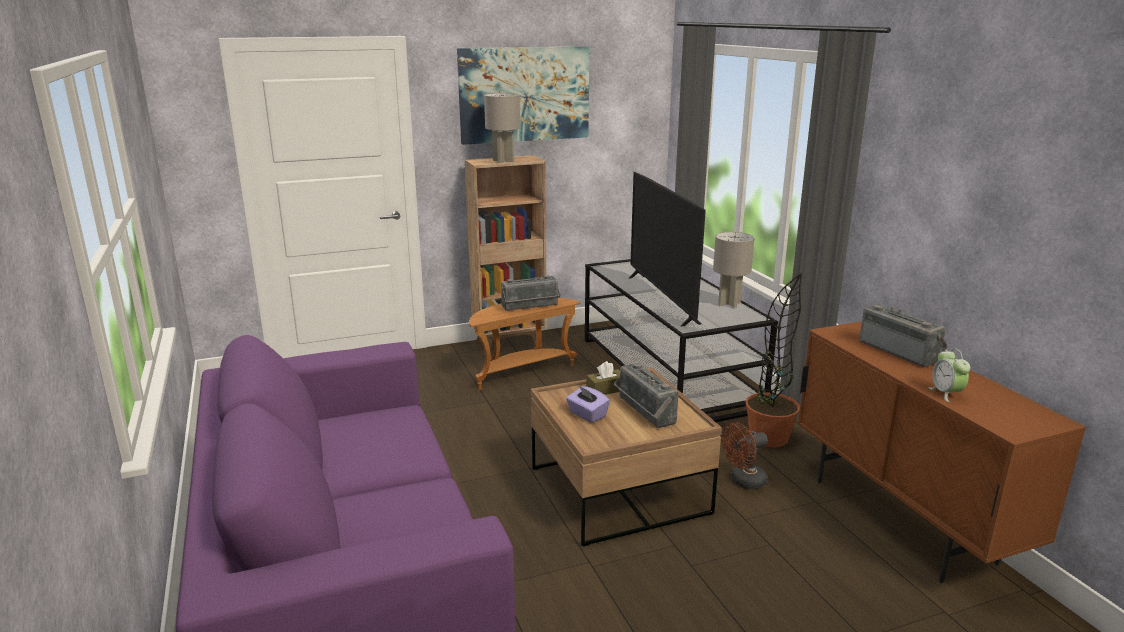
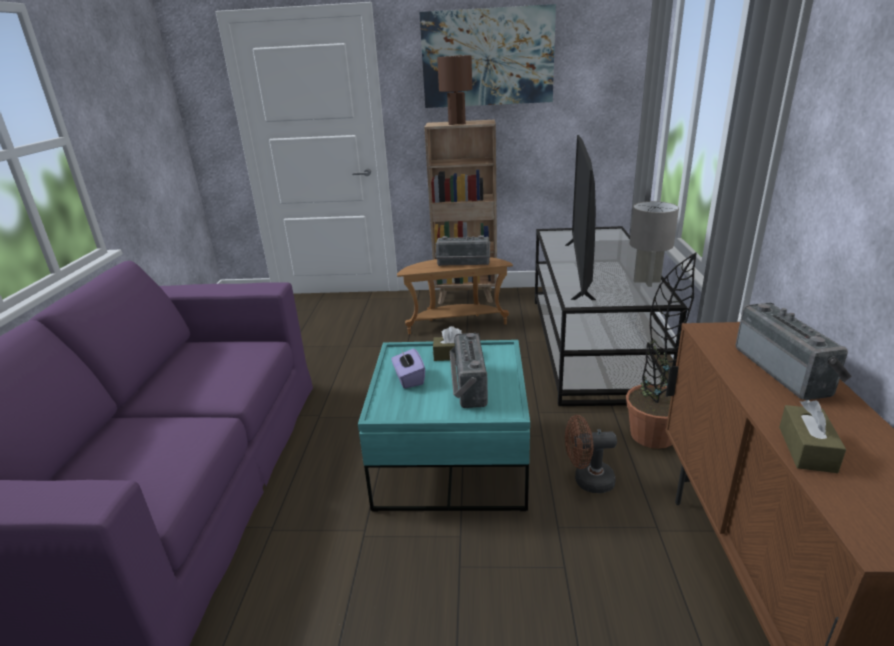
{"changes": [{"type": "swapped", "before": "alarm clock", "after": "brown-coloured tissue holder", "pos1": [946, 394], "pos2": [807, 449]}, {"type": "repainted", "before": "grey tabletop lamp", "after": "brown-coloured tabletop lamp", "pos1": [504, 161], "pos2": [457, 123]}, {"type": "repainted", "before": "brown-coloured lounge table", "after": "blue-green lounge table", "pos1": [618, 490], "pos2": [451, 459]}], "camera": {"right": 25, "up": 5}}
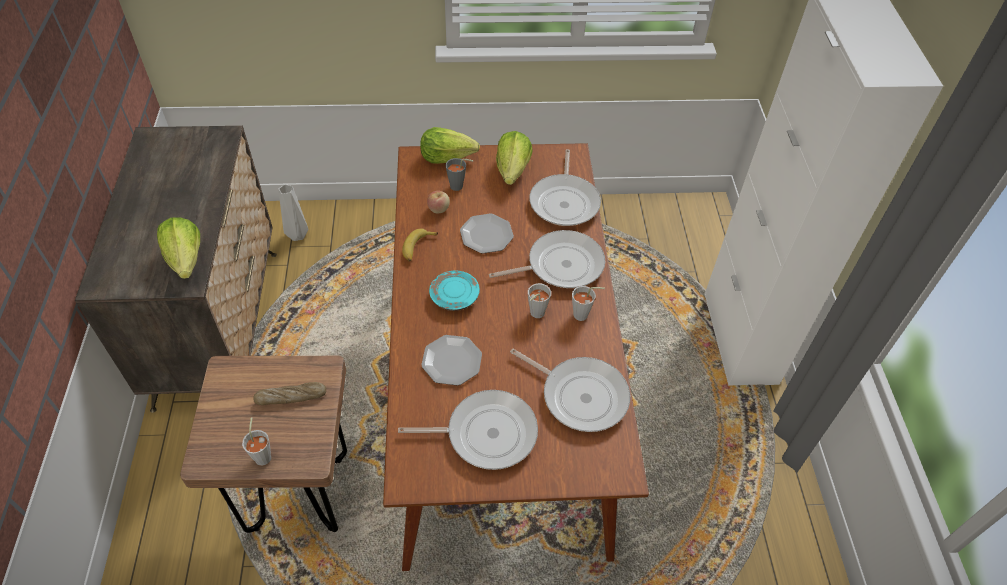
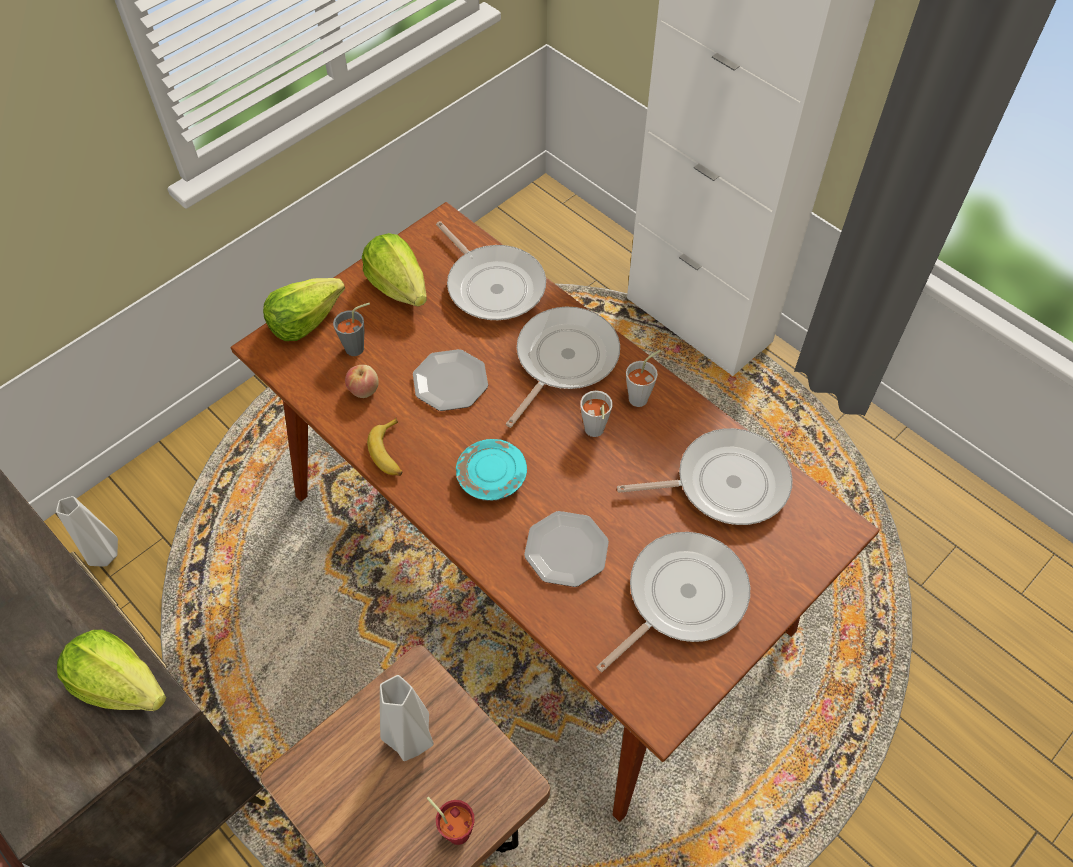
{"changes": [{"type": "swapped", "before": "bakery bread", "after": "grey vase", "pos1": [291, 397], "pos2": [412, 738]}, {"type": "repainted", "before": "grey drinking cup", "after": "red-coloured drinking cup", "pos1": [263, 454], "pos2": [454, 828]}], "camera": {"right": -40, "up": 5}}
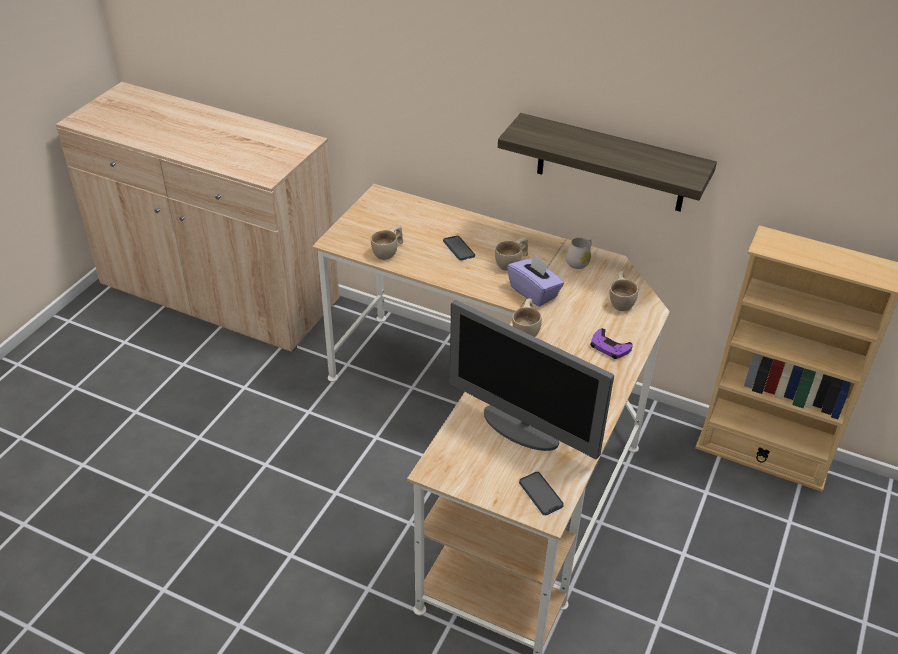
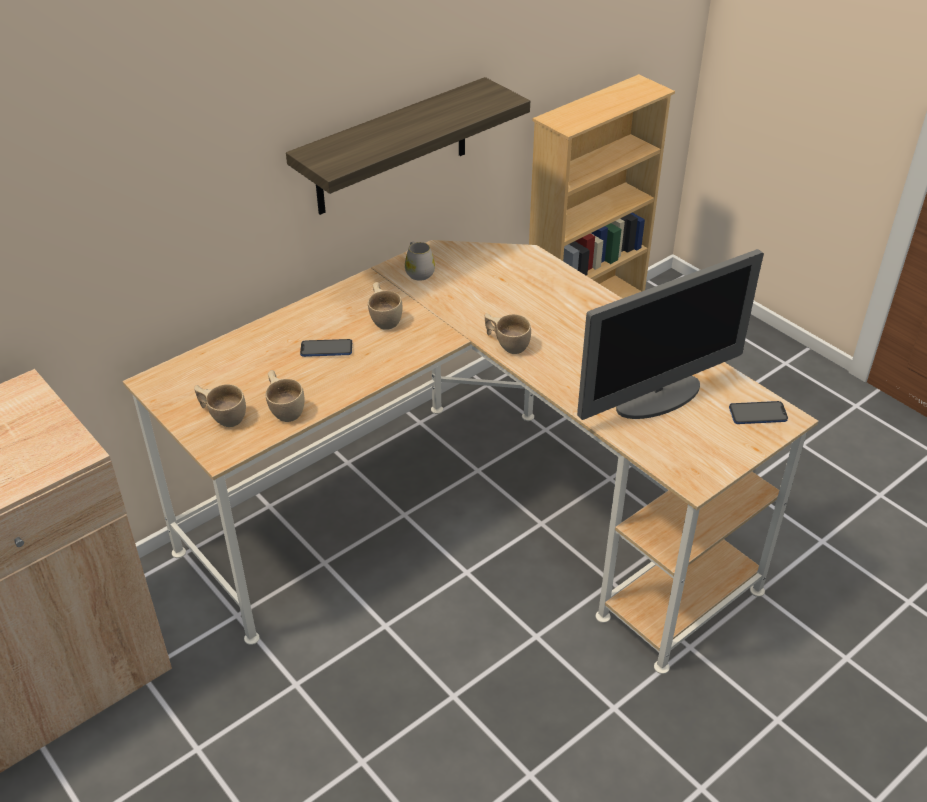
{"changes": [{"type": "gone", "before": "purple-coloured tissue holder", "pos1": [534, 292]}, {"type": "gone", "before": "purple-coloured gamepad", "pos1": [609, 347]}, {"type": "shifted", "before": "beige-coloured drinking cup", "pos1": [621, 301], "pos2": [222, 416]}], "camera": {"right": -65, "up": 0}}
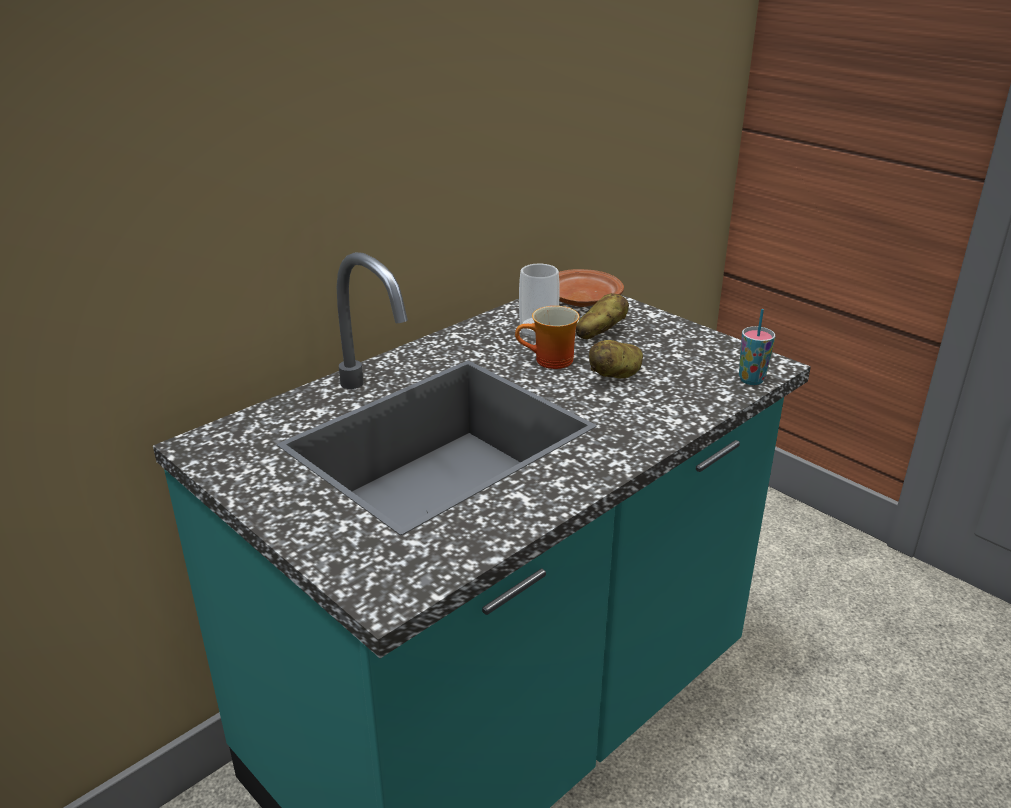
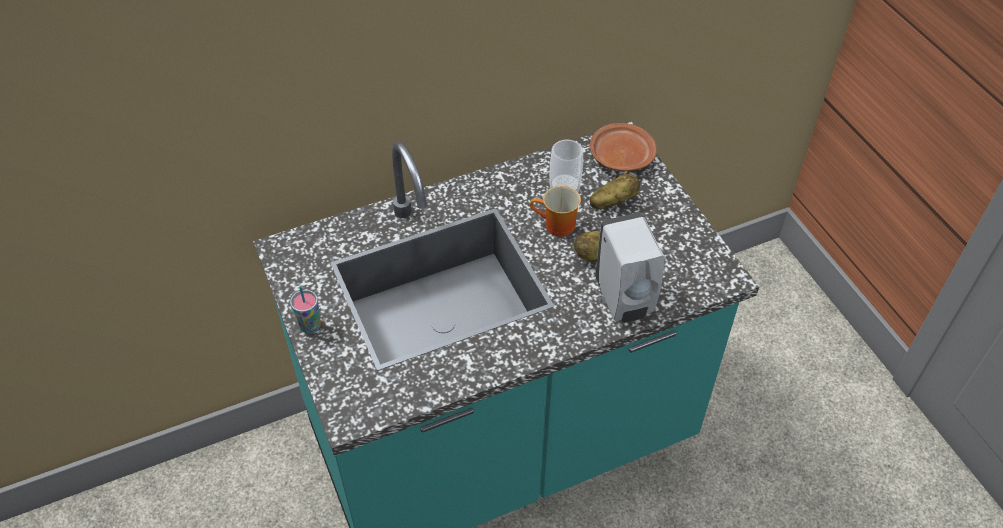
{"changes": [{"type": "new", "after": "whitish liquid soap bottle", "pos2": [624, 301]}, {"type": "shifted", "before": "drinking cup", "pos1": [751, 380], "pos2": [310, 326]}], "camera": {"right": 20, "up": 20}}
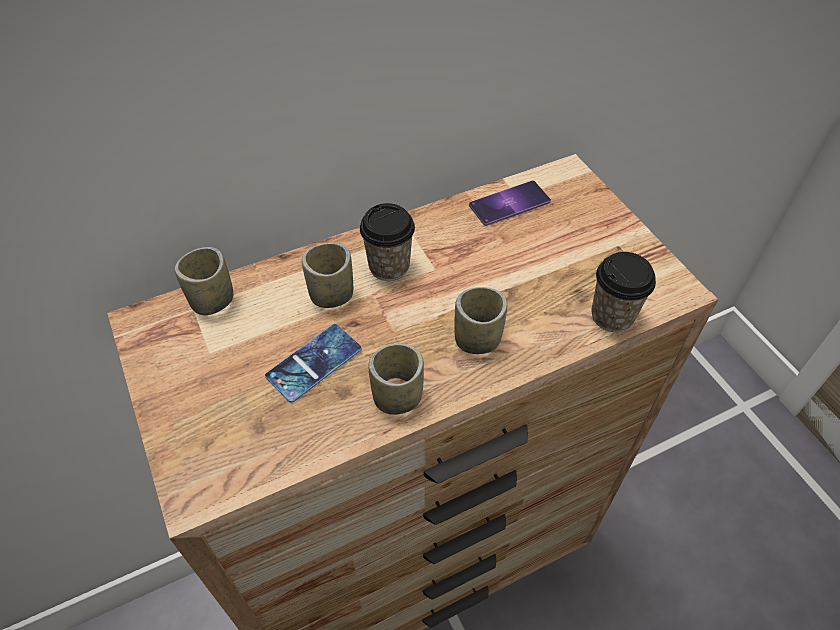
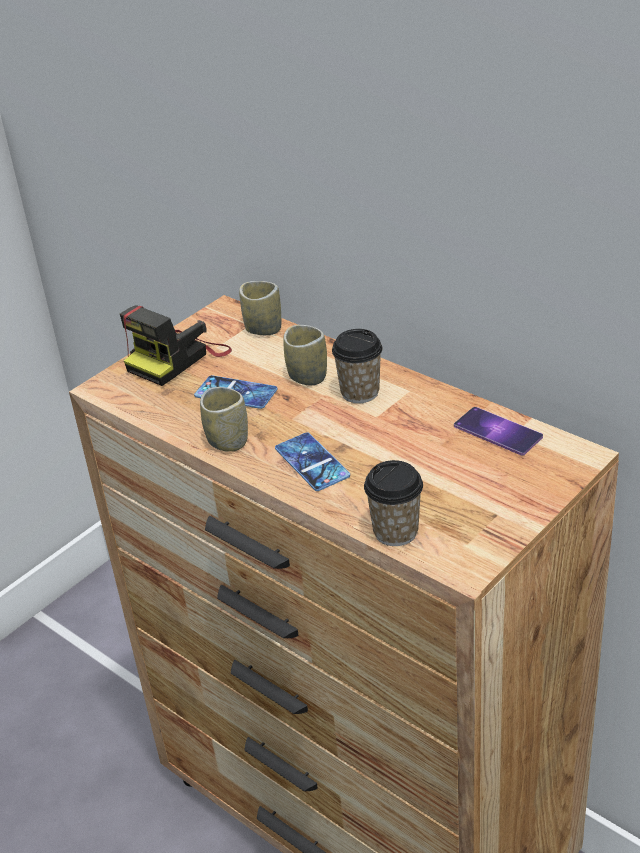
{"changes": [{"type": "new", "after": "still camera", "pos2": [177, 358]}, {"type": "swapped", "before": "drinking cup", "after": "telephone", "pos1": [477, 339], "pos2": [312, 462]}], "camera": {"right": 70, "up": -15}}
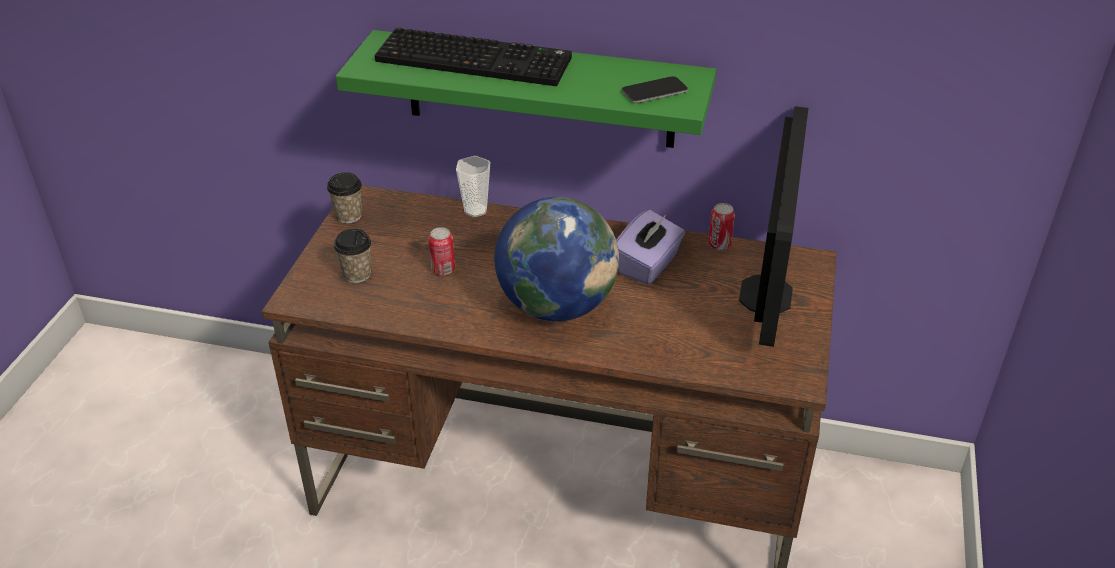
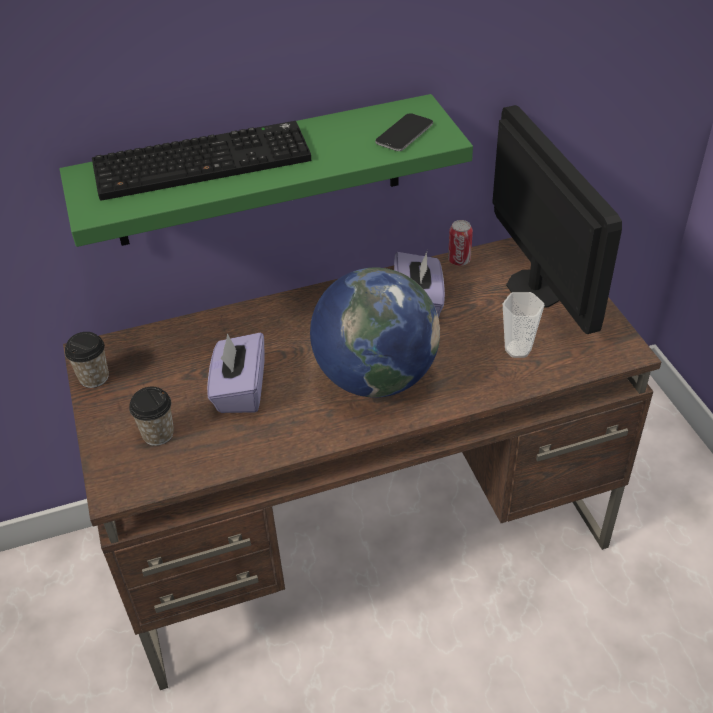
{"changes": [{"type": "shifted", "before": "drinking cup", "pos1": [475, 210], "pos2": [518, 349]}, {"type": "swapped", "before": "can", "after": "purple-coloured tissue holder", "pos1": [443, 270], "pos2": [240, 390]}], "camera": {"right": -30, "up": 5}}
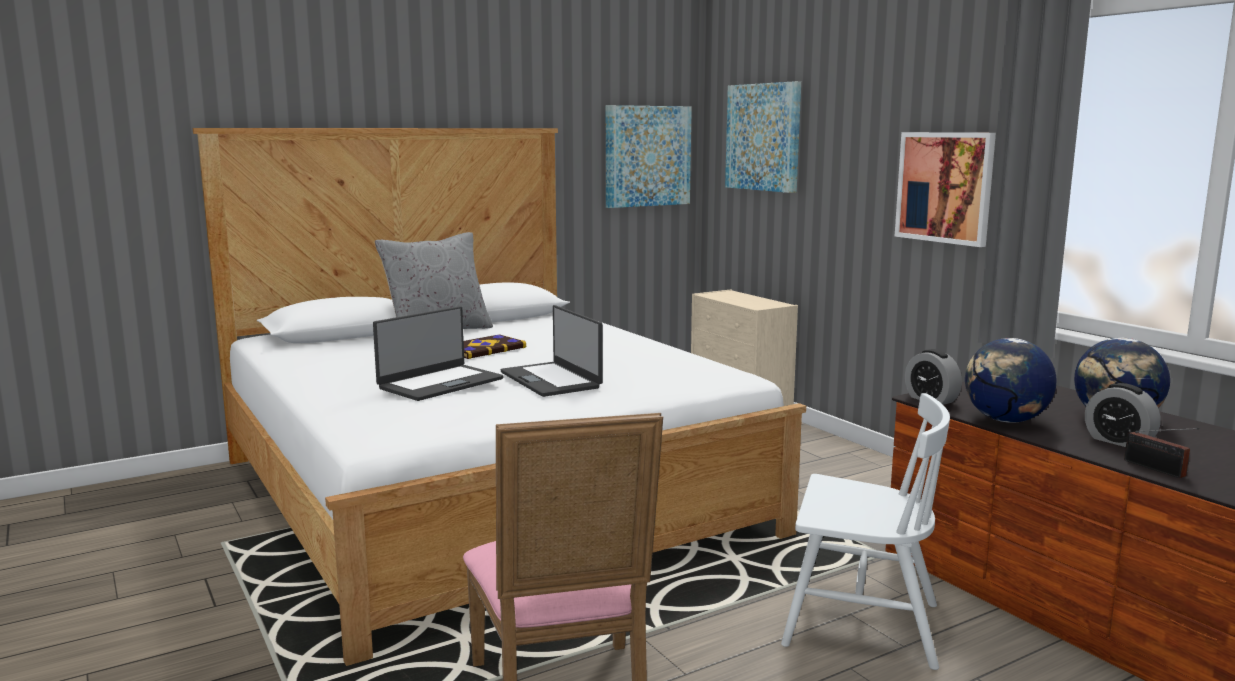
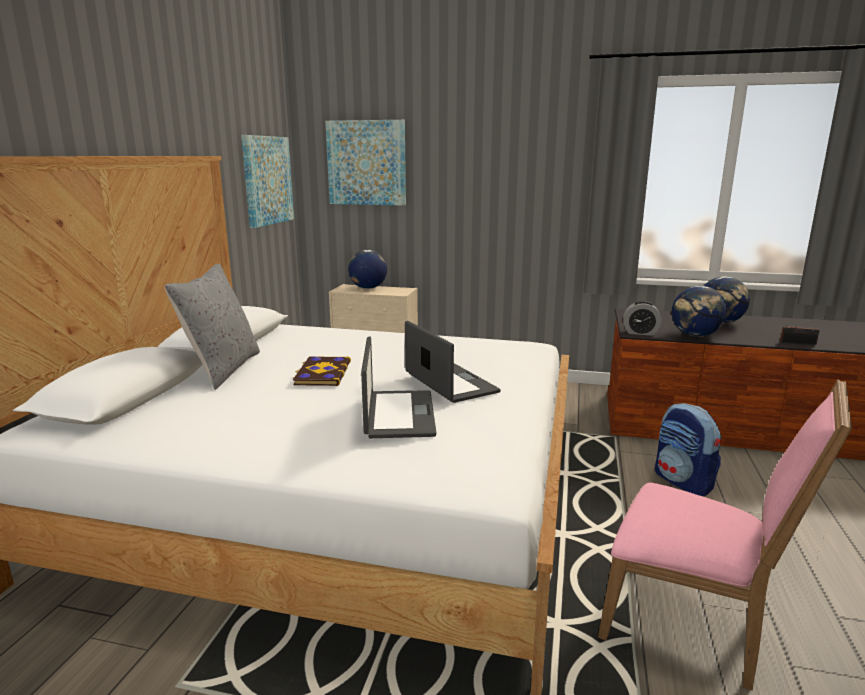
{"changes": [{"type": "gone", "before": "wall picture", "pos1": [944, 187]}, {"type": "gone", "before": "alarm clock", "pos1": [1118, 441]}, {"type": "new", "after": "desk globe", "pos2": [368, 288]}, {"type": "swapped", "before": "whitish upright chair", "after": "rucksack", "pos1": [860, 624], "pos2": [683, 482]}, {"type": "rotated", "before": "laptop", "pos1": [551, 380], "pos2": [449, 383], "turn": -135}], "camera": {"right": -45, "up": 5}}
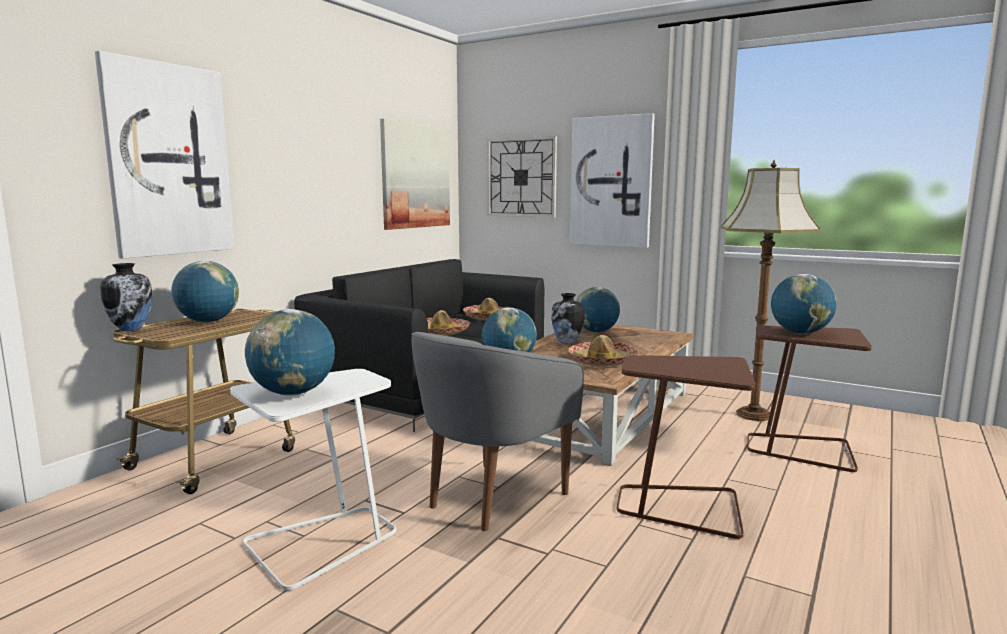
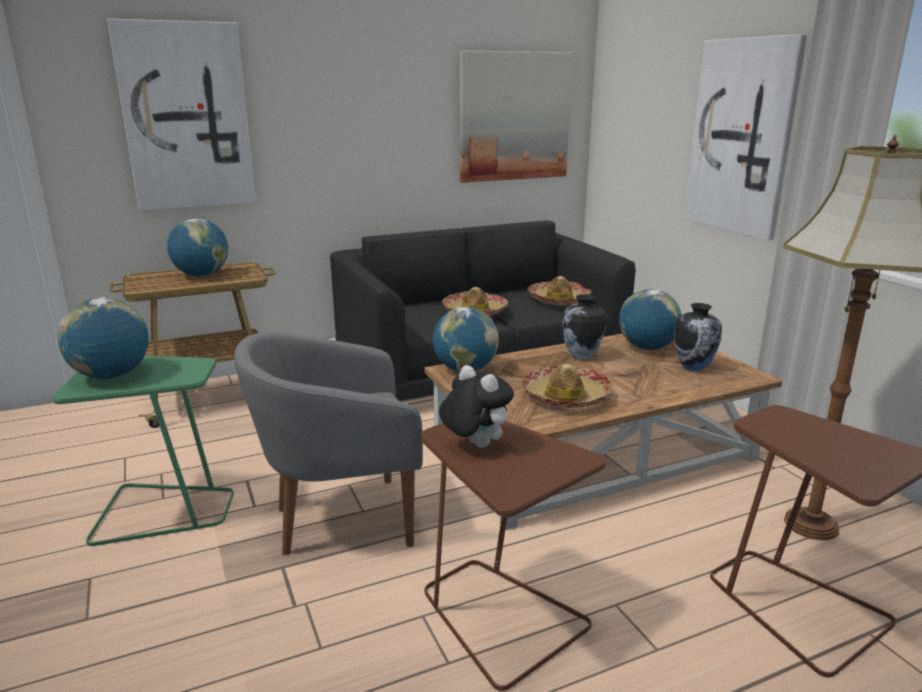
{"changes": [{"type": "gone", "before": "hanging clock", "pos1": [521, 177]}, {"type": "gone", "before": "desk globe", "pos1": [800, 333]}, {"type": "new", "after": "soft toy", "pos2": [474, 445]}, {"type": "shifted", "before": "vase", "pos1": [131, 328], "pos2": [693, 367]}, {"type": "repainted", "before": "whitish accent table", "after": "greenish accent table", "pos1": [322, 543], "pos2": [163, 511]}], "camera": {"right": 35, "up": 10}}
